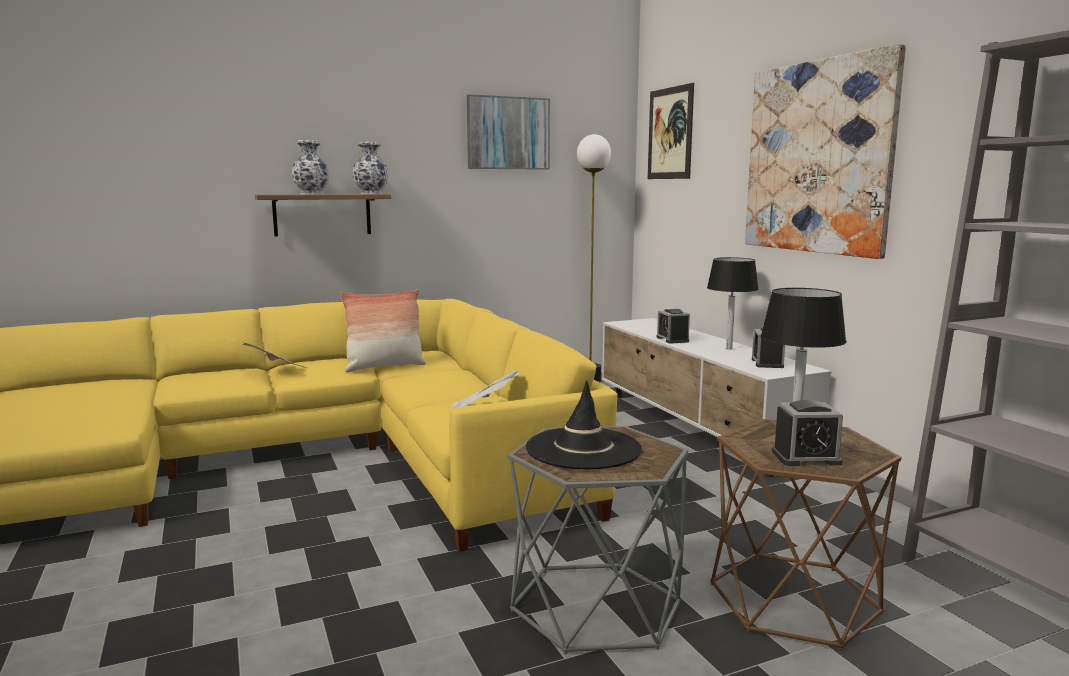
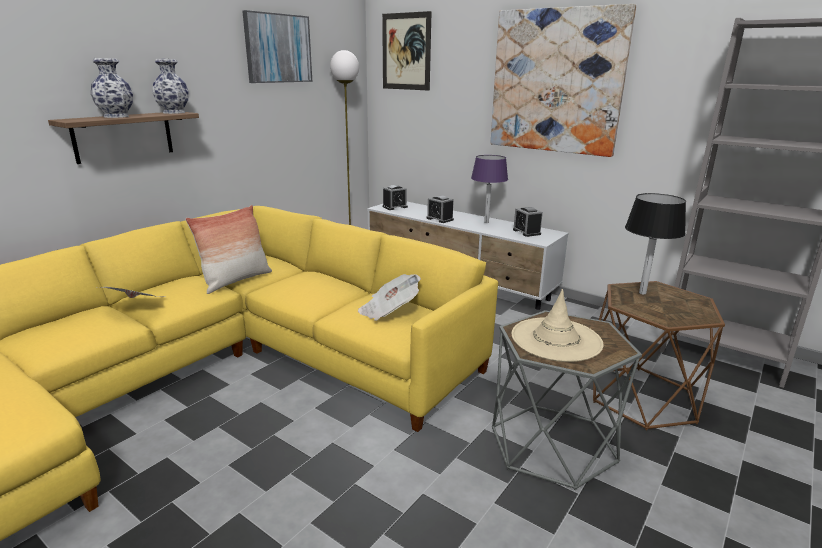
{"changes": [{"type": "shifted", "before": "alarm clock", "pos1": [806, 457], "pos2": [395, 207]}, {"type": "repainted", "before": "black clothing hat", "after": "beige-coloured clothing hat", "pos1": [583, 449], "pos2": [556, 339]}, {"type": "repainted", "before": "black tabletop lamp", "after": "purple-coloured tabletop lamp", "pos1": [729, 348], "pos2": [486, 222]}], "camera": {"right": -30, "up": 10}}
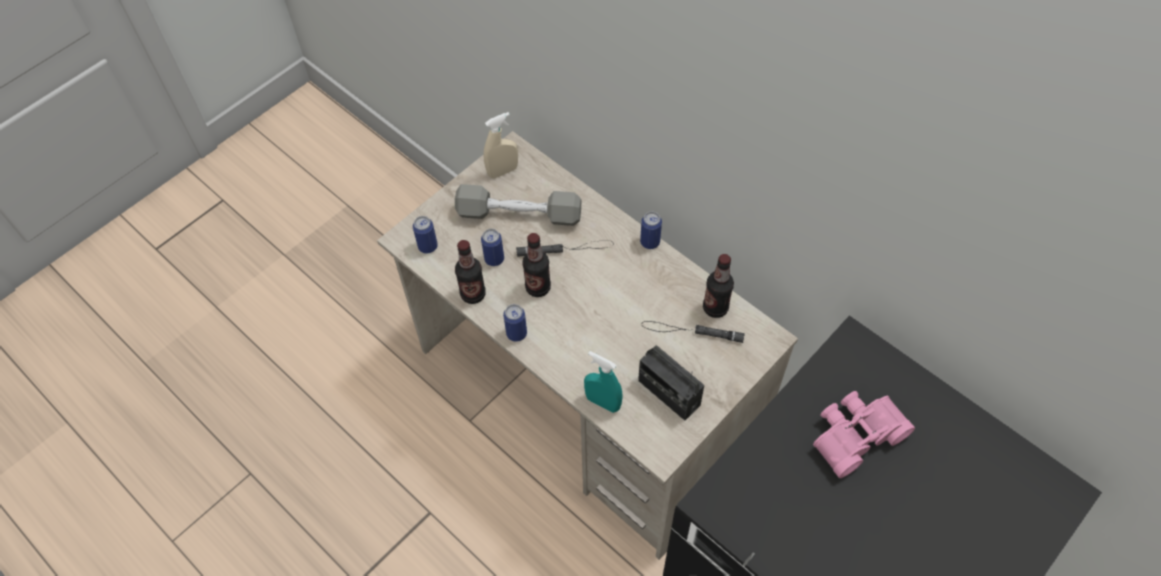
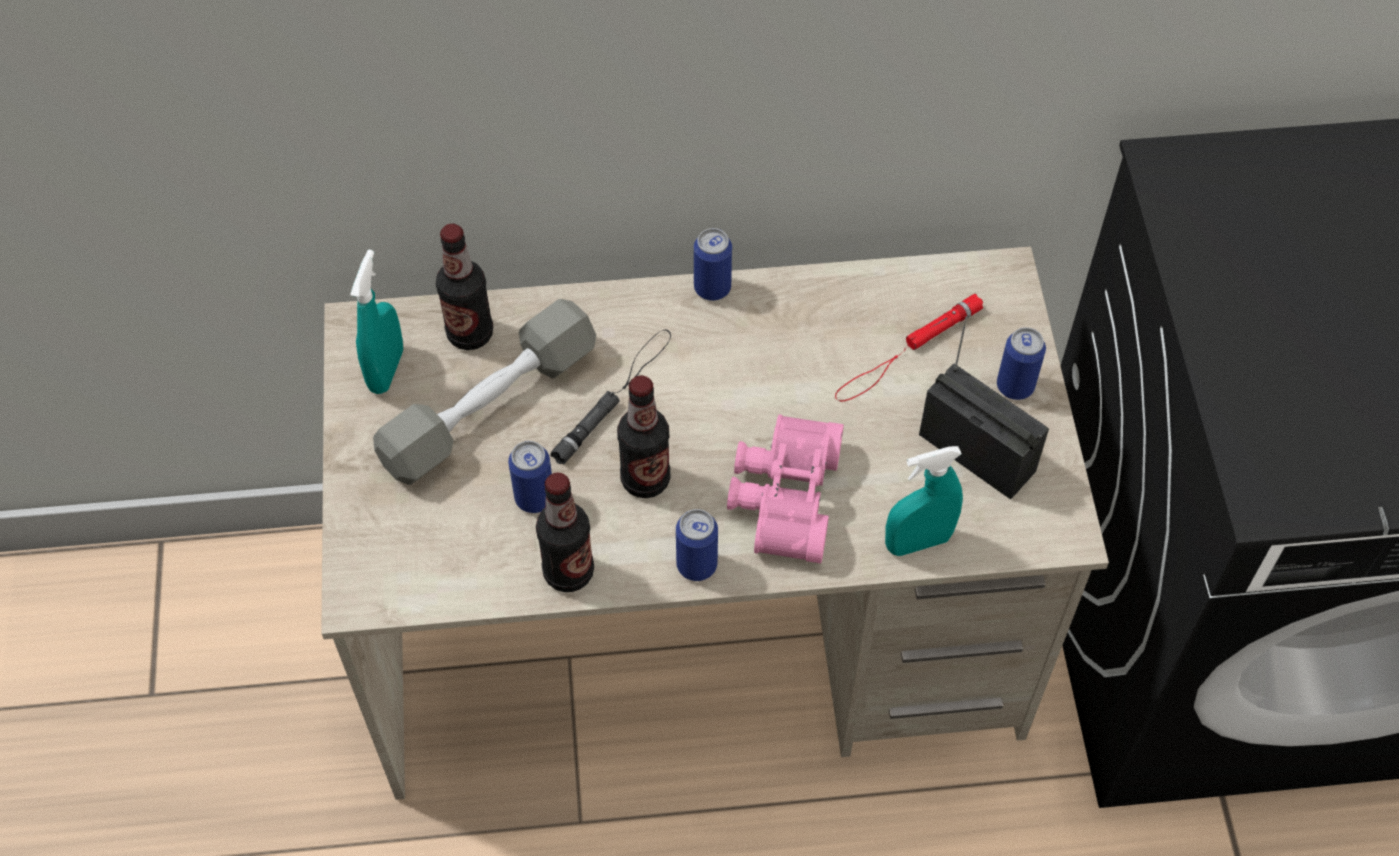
{"changes": [{"type": "shifted", "before": "can", "pos1": [428, 246], "pos2": [1015, 386]}, {"type": "shifted", "before": "bottle", "pos1": [715, 308], "pos2": [470, 333]}, {"type": "shifted", "before": "pink-coloured pair of binoculars", "pos1": [854, 434], "pos2": [782, 497]}, {"type": "repainted", "before": "beige-coloured spray bottle", "after": "blue-green spray bottle", "pos1": [503, 171], "pos2": [386, 370]}, {"type": "repainted", "before": "black flashlight", "after": "red-coloured flashlight", "pos1": [692, 332], "pos2": [907, 352]}, {"type": "rotated", "before": "radio receiver", "pos1": [668, 393], "pos2": [977, 452], "turn": -135}], "camera": {"right": -50, "up": 0}}
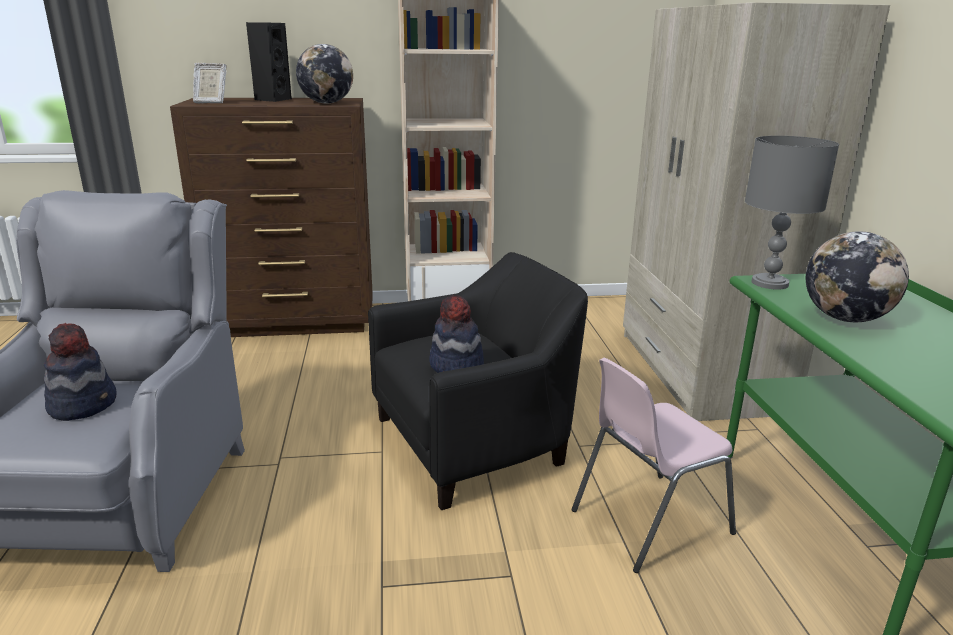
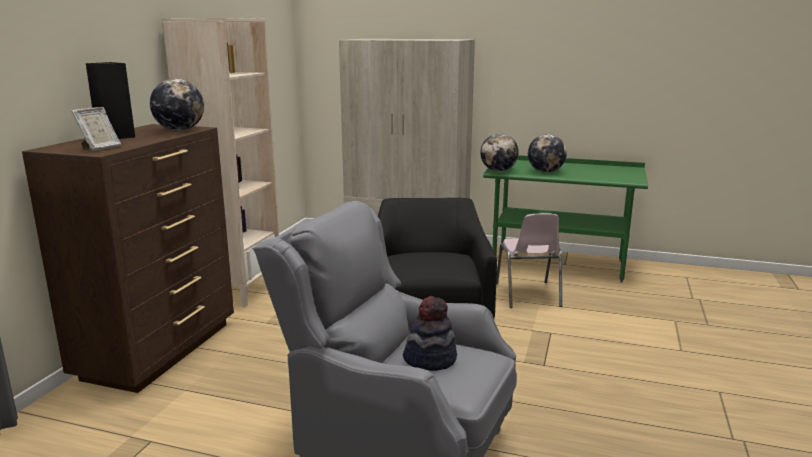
{"changes": [{"type": "gone", "before": "clothing hat", "pos1": [456, 367]}, {"type": "swapped", "before": "grey tabletop lamp", "after": "desk globe", "pos1": [769, 283], "pos2": [498, 171]}], "camera": {"right": -65, "up": -5}}
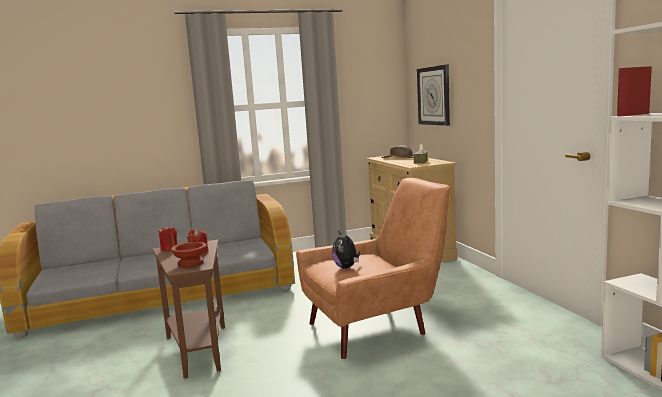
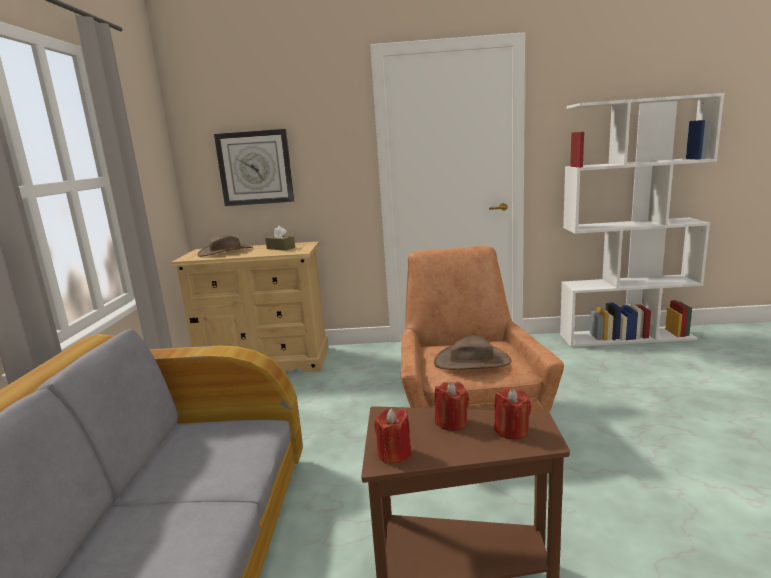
{"changes": [{"type": "swapped", "before": "brown-coloured serving bowl", "after": "red-coloured wax candle", "pos1": [189, 263], "pos2": [511, 431]}, {"type": "swapped", "before": "soft toy", "after": "brown-coloured clothing hat", "pos1": [347, 267], "pos2": [472, 361]}], "camera": {"right": -70, "up": 5}}
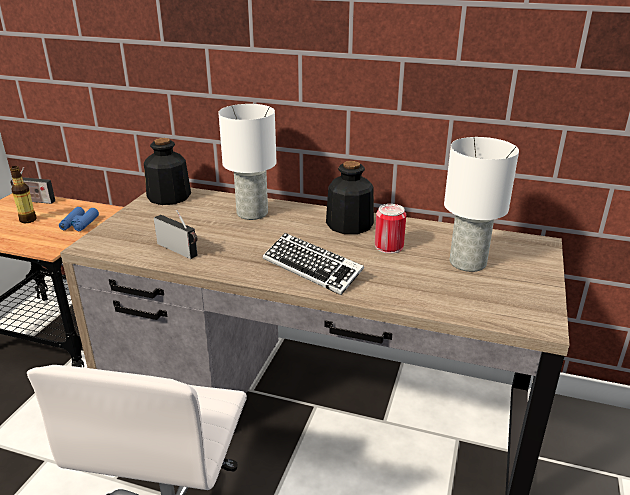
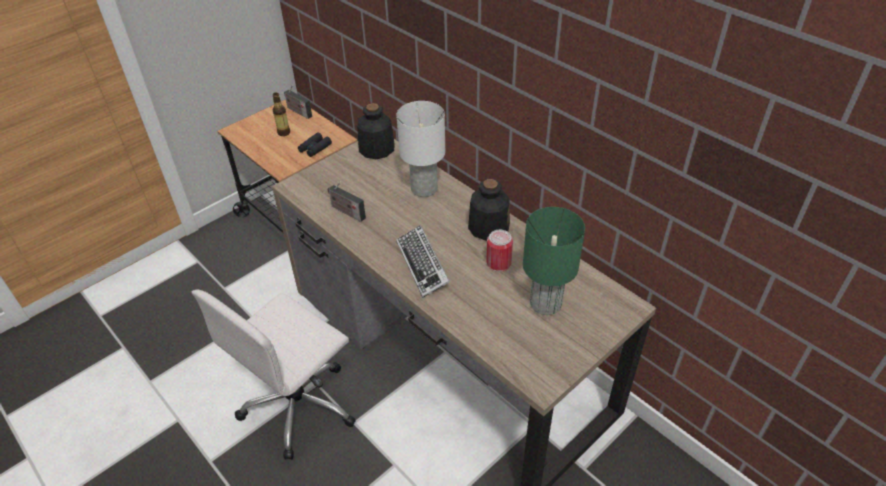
{"changes": [{"type": "repainted", "before": "bluish pair of binoculars", "after": "black pair of binoculars", "pos1": [79, 224], "pos2": [315, 148]}, {"type": "repainted", "before": "whitish tabletop lamp", "after": "greenish tabletop lamp", "pos1": [468, 262], "pos2": [546, 303]}, {"type": "rotated", "before": "radio receiver", "pos1": [179, 250], "pos2": [346, 212], "turn": 150}], "camera": {"right": 30, "up": 15}}
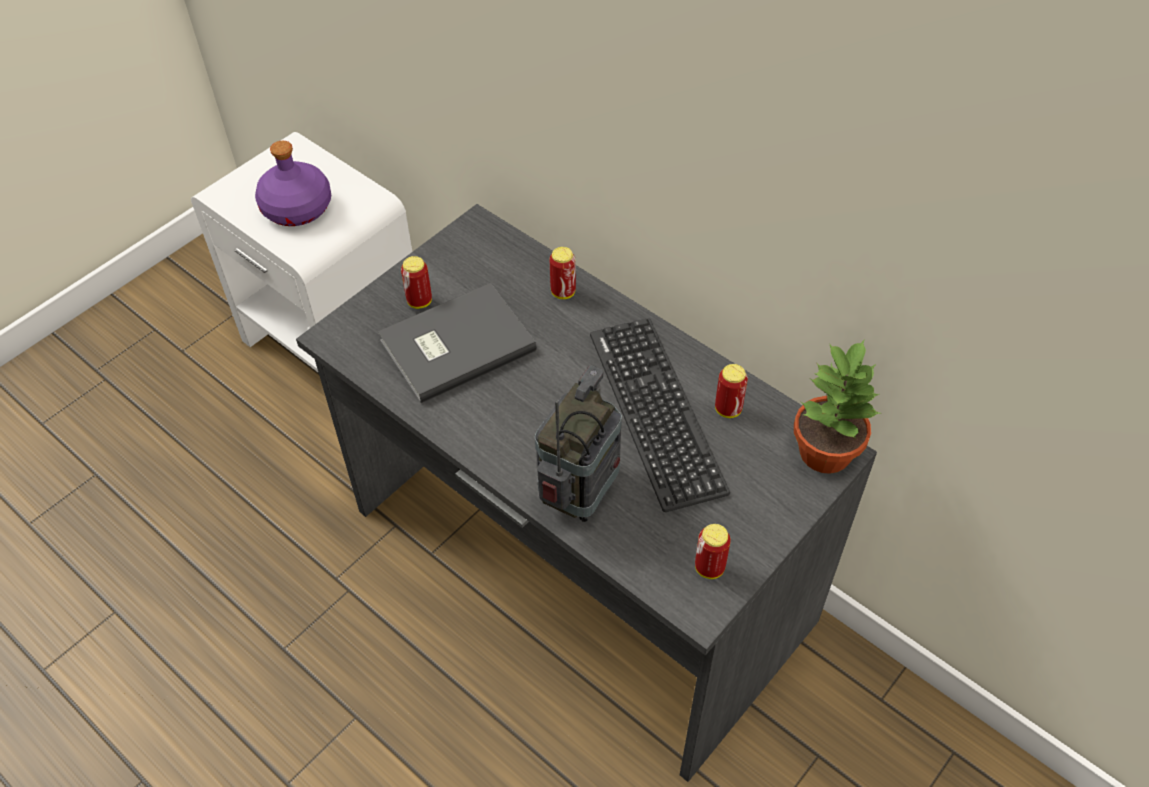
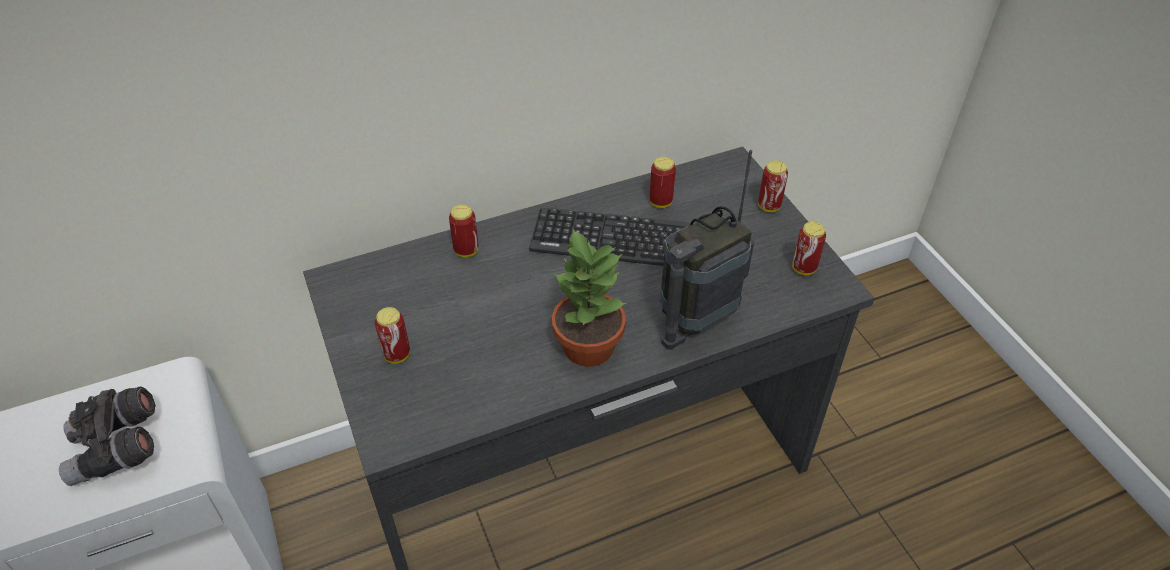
{"changes": [{"type": "gone", "before": "grey volume", "pos1": [454, 344]}, {"type": "new", "after": "can", "pos2": [769, 206]}, {"type": "shifted", "before": "potted plant", "pos1": [825, 450], "pos2": [587, 346]}, {"type": "swapped", "before": "purple-coloured bottle", "after": "grey pair of binoculars", "pos1": [297, 209], "pos2": [118, 450]}, {"type": "rotated", "before": "radio receiver", "pos1": [579, 496], "pos2": [697, 319], "turn": -90}], "camera": {"right": -65, "up": -5}}
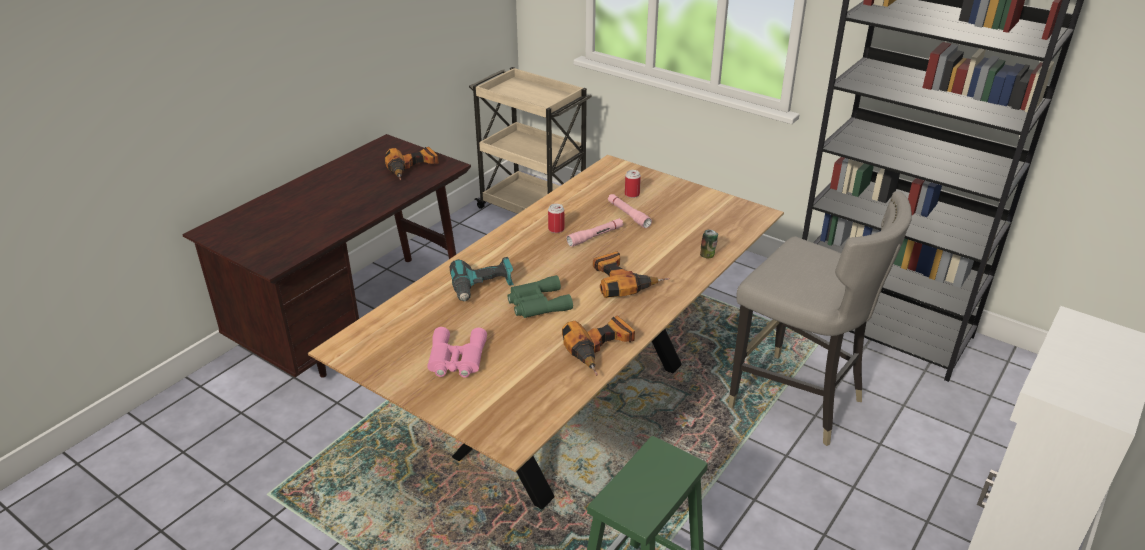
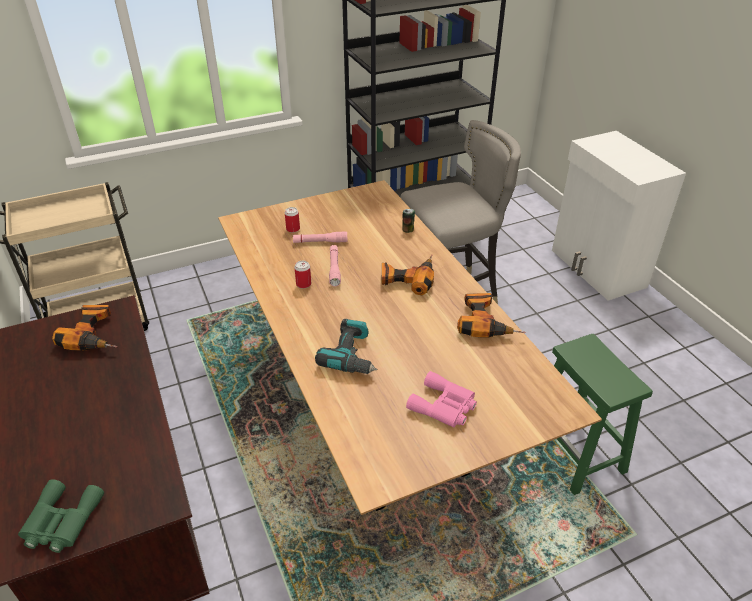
{"changes": [{"type": "shifted", "before": "greenish pair of binoculars", "pos1": [537, 304], "pos2": [61, 522]}], "camera": {"right": -60, "up": 5}}
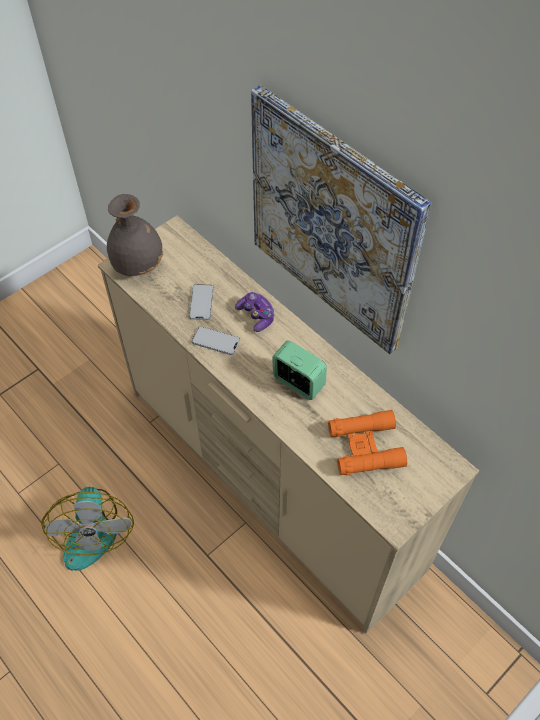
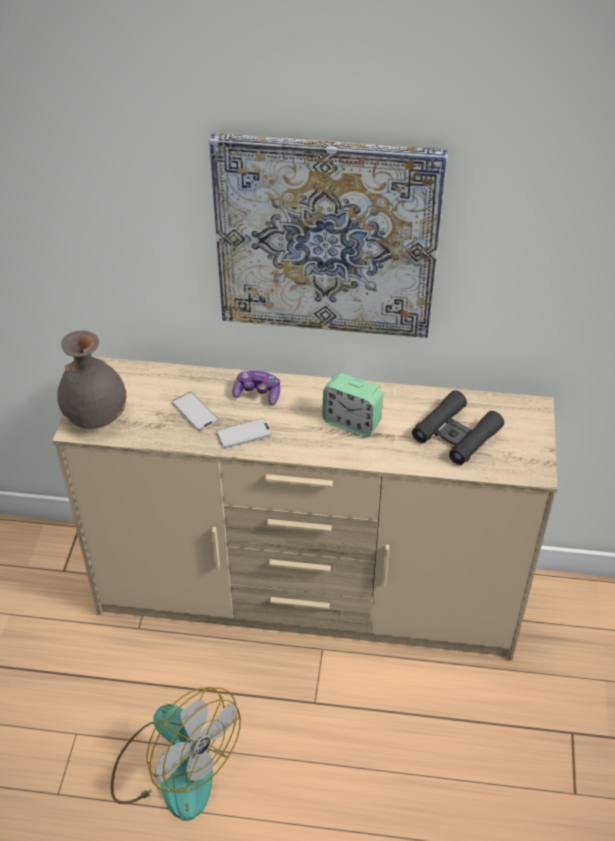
{"changes": [{"type": "repainted", "before": "orangey pair of binoculars", "after": "black pair of binoculars", "pos1": [365, 447], "pos2": [456, 434]}, {"type": "rotated", "before": "alarm clock", "pos1": [298, 383], "pos2": [351, 422], "turn": -150}], "camera": {"right": -40, "up": -10}}
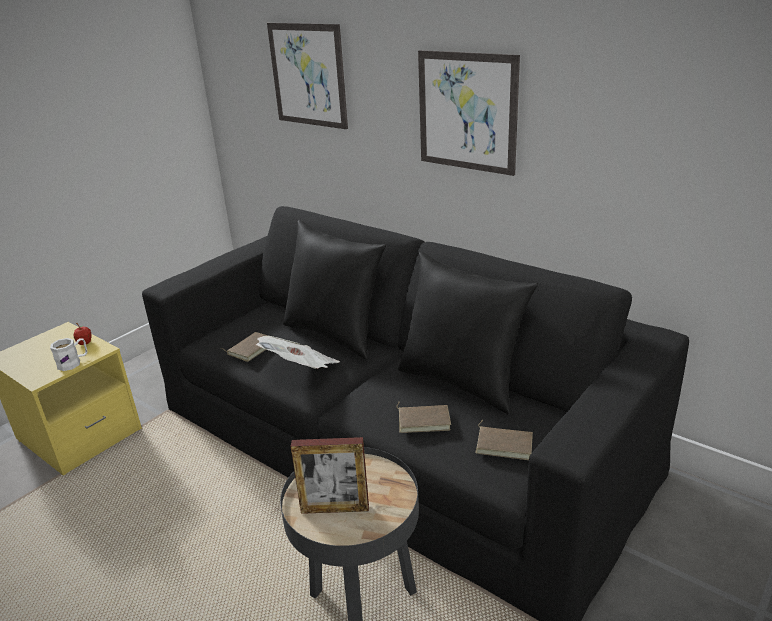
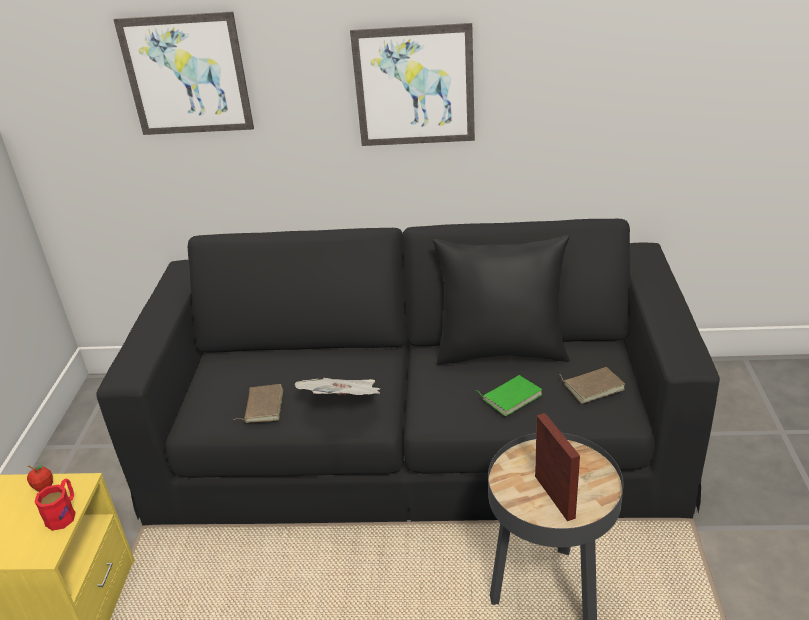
{"changes": [{"type": "gone", "before": "black throw pillow", "pos1": [335, 334]}, {"type": "repainted", "before": "whitish tea mug", "after": "red-coloured tea mug", "pos1": [74, 363], "pos2": [64, 514]}, {"type": "repainted", "before": "brown-coloured volume", "after": "greenish volume", "pos1": [424, 420], "pos2": [511, 396]}, {"type": "rotated", "before": "photo frame", "pos1": [335, 509], "pos2": [554, 496], "turn": -75}], "camera": {"right": -35, "up": 5}}
